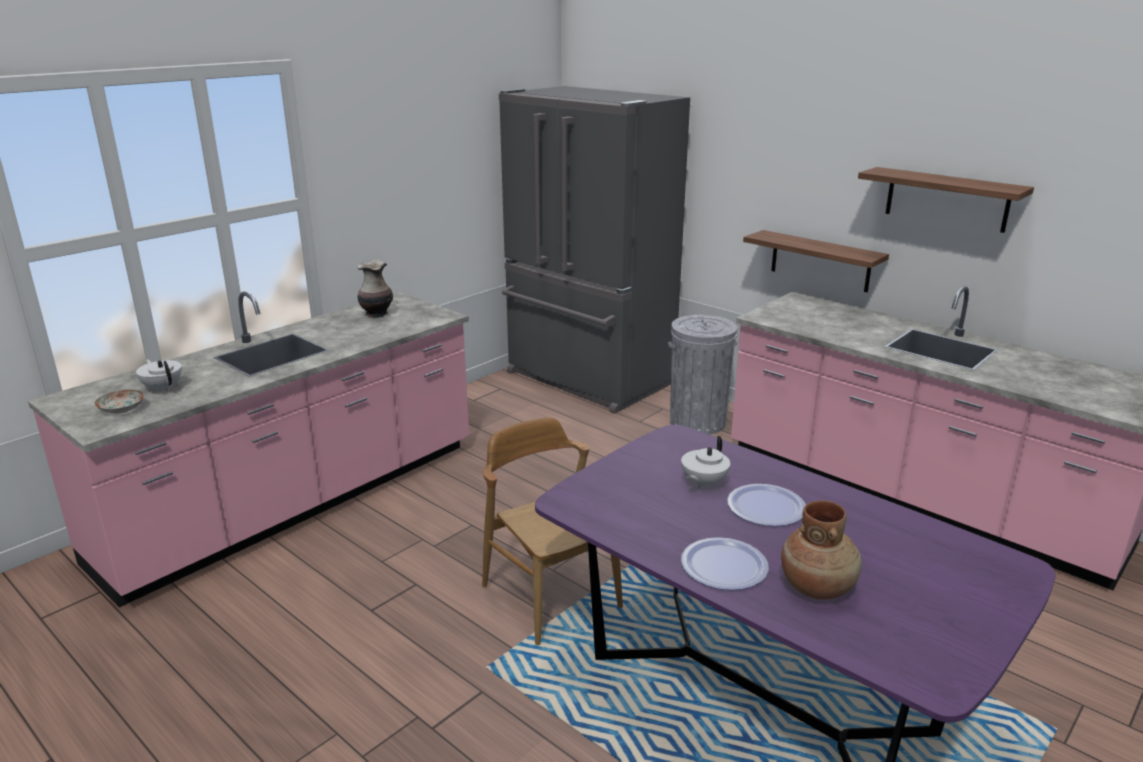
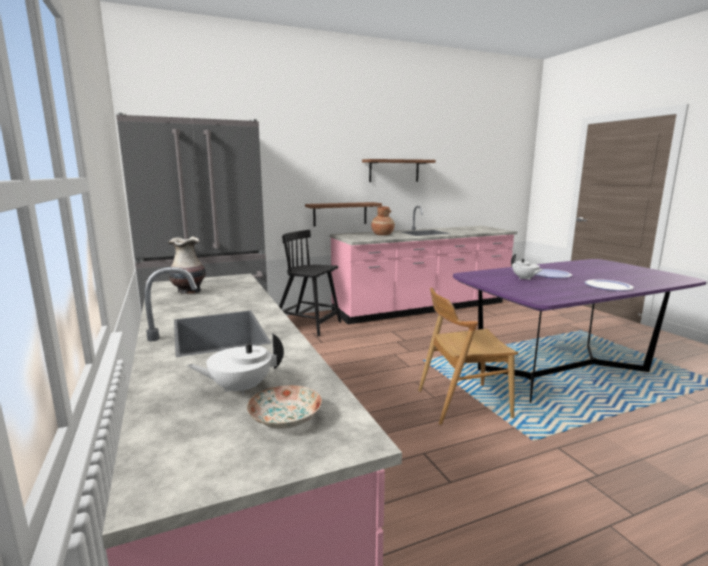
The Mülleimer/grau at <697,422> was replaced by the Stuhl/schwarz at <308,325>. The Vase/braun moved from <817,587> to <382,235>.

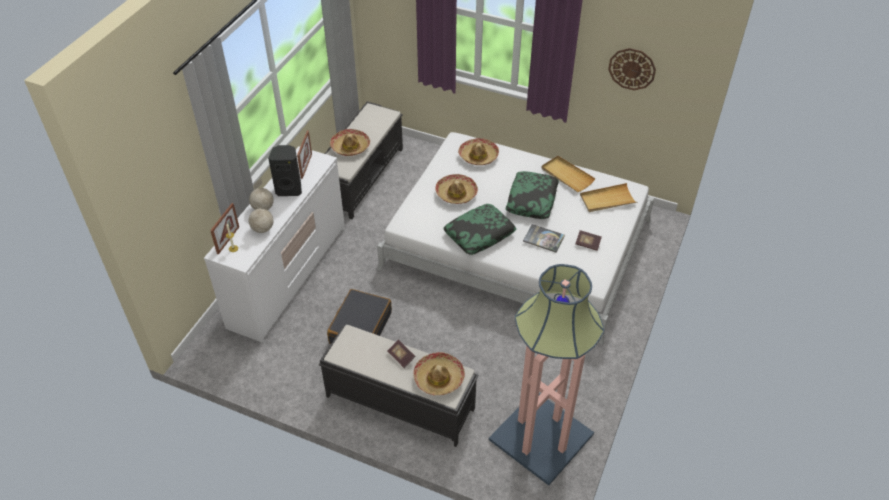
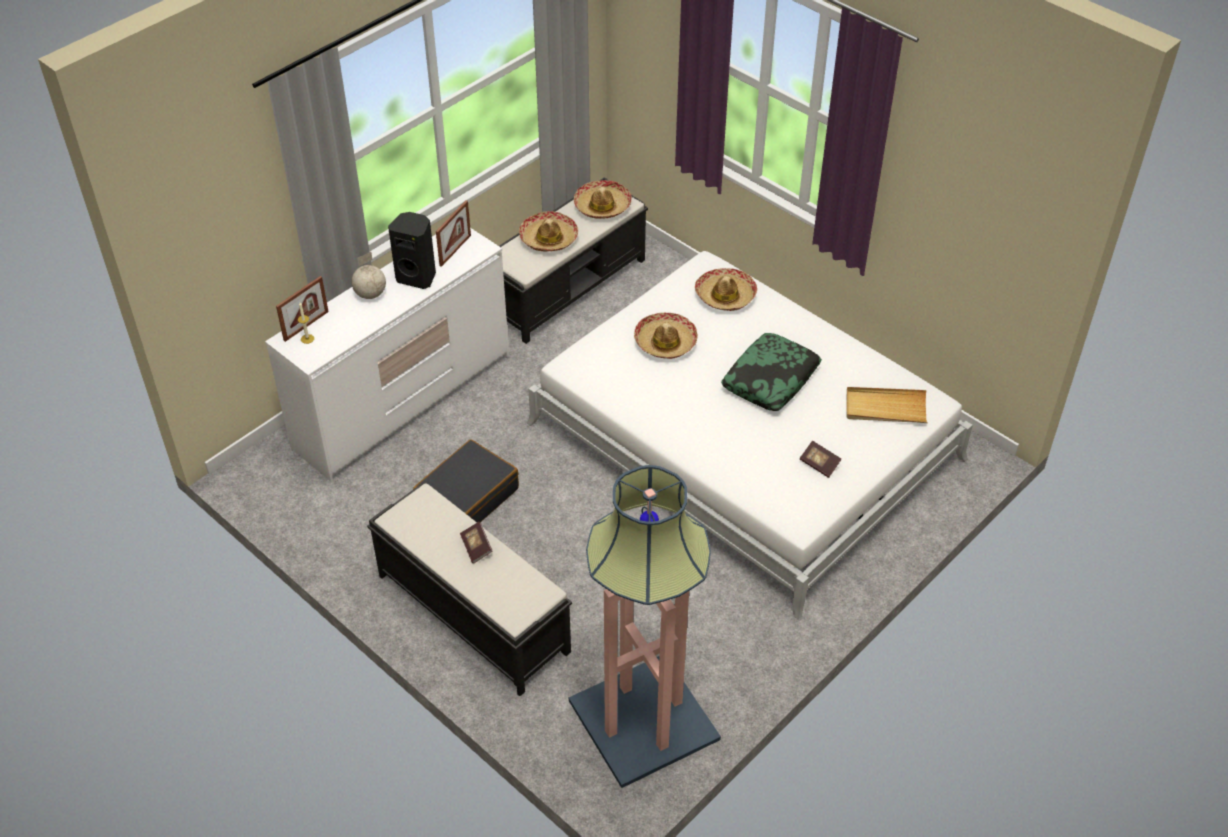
The Hut moved from <439,378> to <602,206>. The Globus at <262,229> disappeared. The Kissen at <479,234> disappeared. The Buch at <543,238> disappeared. The Tablett/beige at <567,175> disappeared. The Wanduhr at <632,69> disappeared.

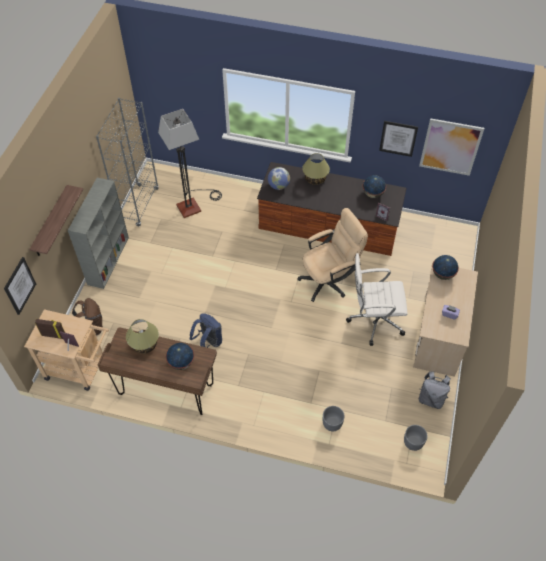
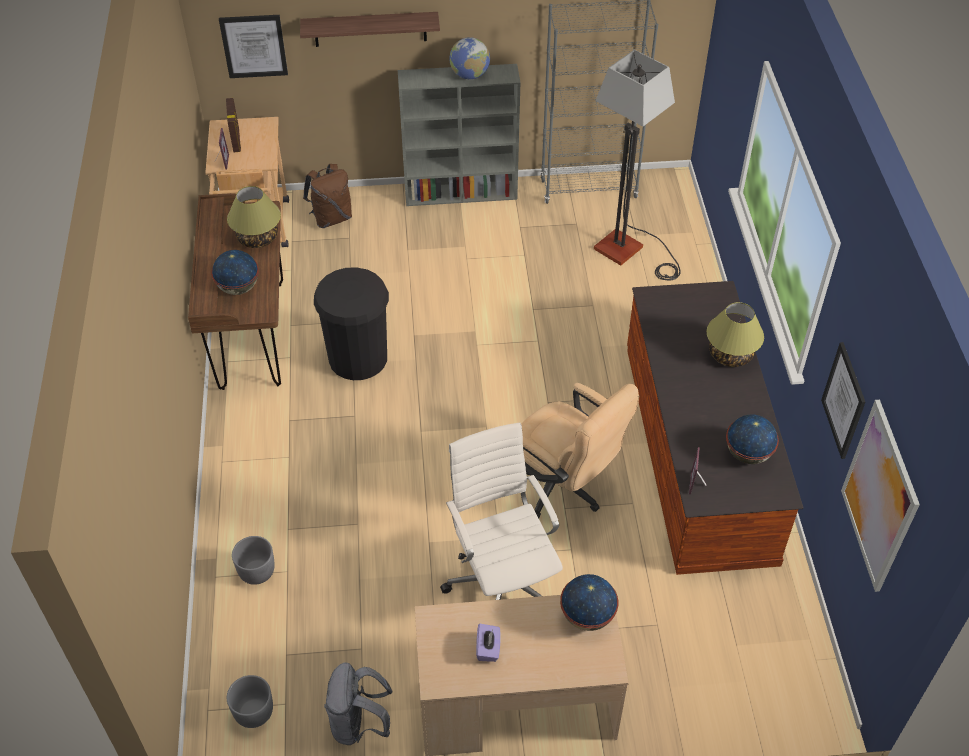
The Rucksack/blau at <208,342> was replaced by the Mülleimer/schwarz at <358,358>. The Globus moved from <278,186> to <470,75>.

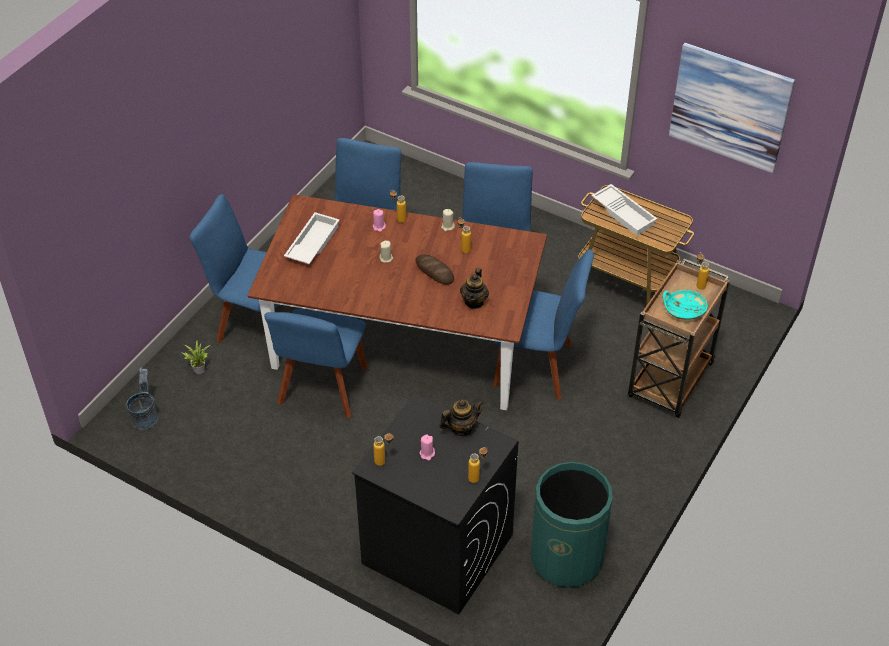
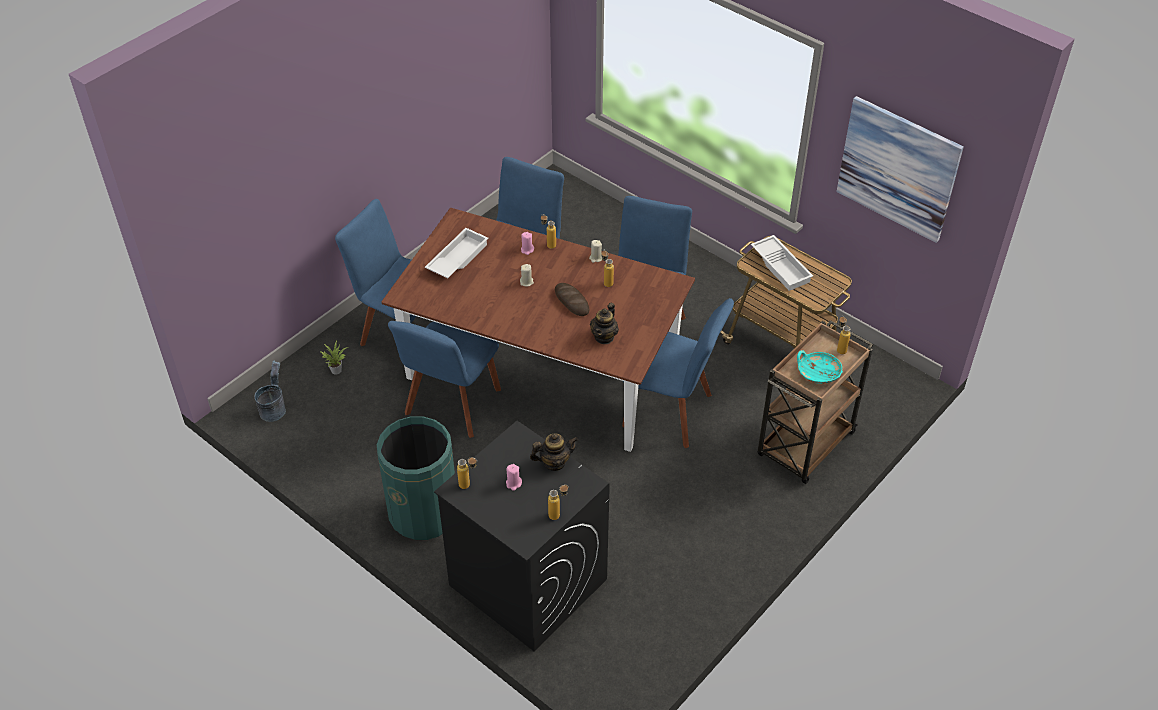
The Mülleimer/grün moved from <566,558> to <424,513>.

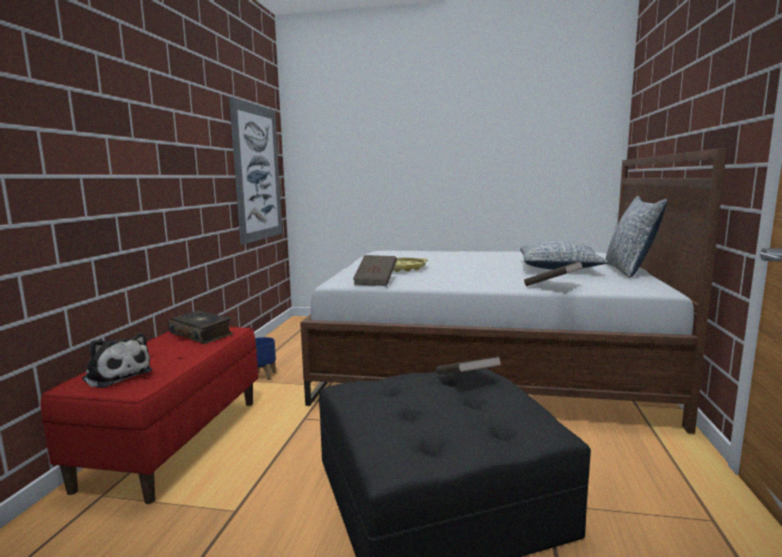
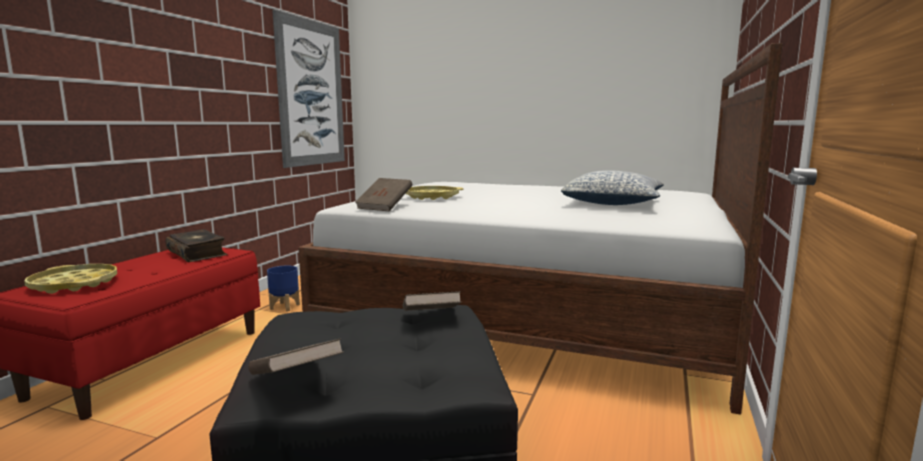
The Plüschtier at <116,375> was replaced by the Tablett/gelb at <74,284>. The Buch/braun moved from <552,286> to <295,380>. The Kissen at <630,271> disappeared.

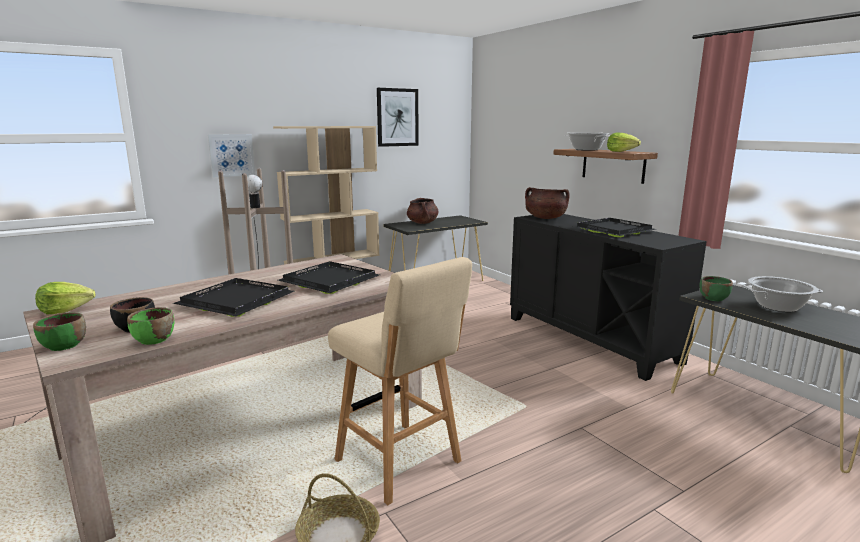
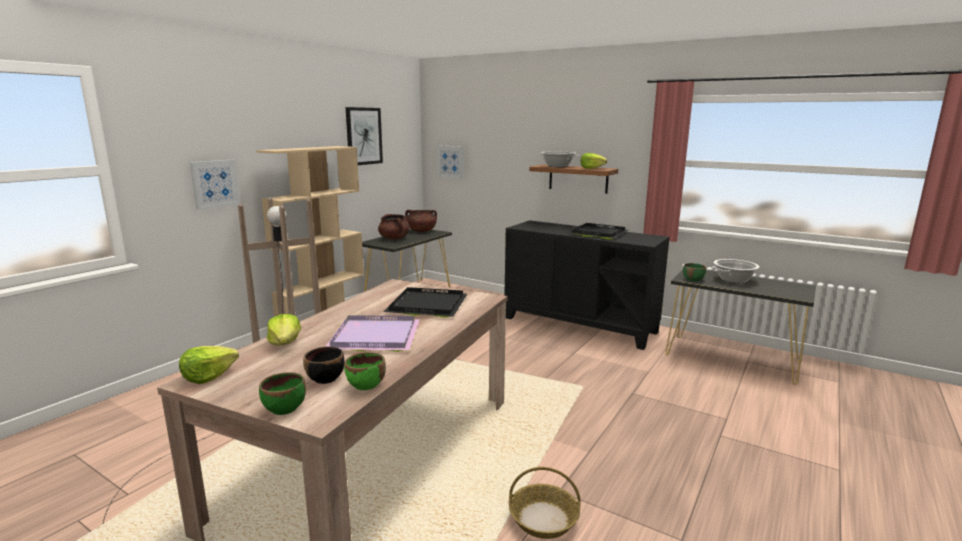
The Salatkopf at <285,343> appeared. The Tablett/schwarz at <236,300> became the Tablett/lila at <373,336>. The Kochtopf/braun moved from <545,218> to <421,231>. The Bild at <450,162> appeared. The Hocker/beige at <400,463> disappeared.

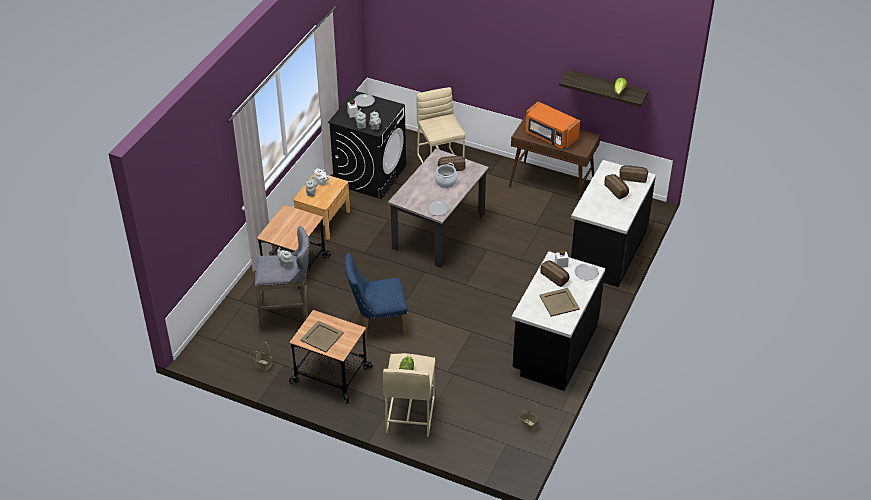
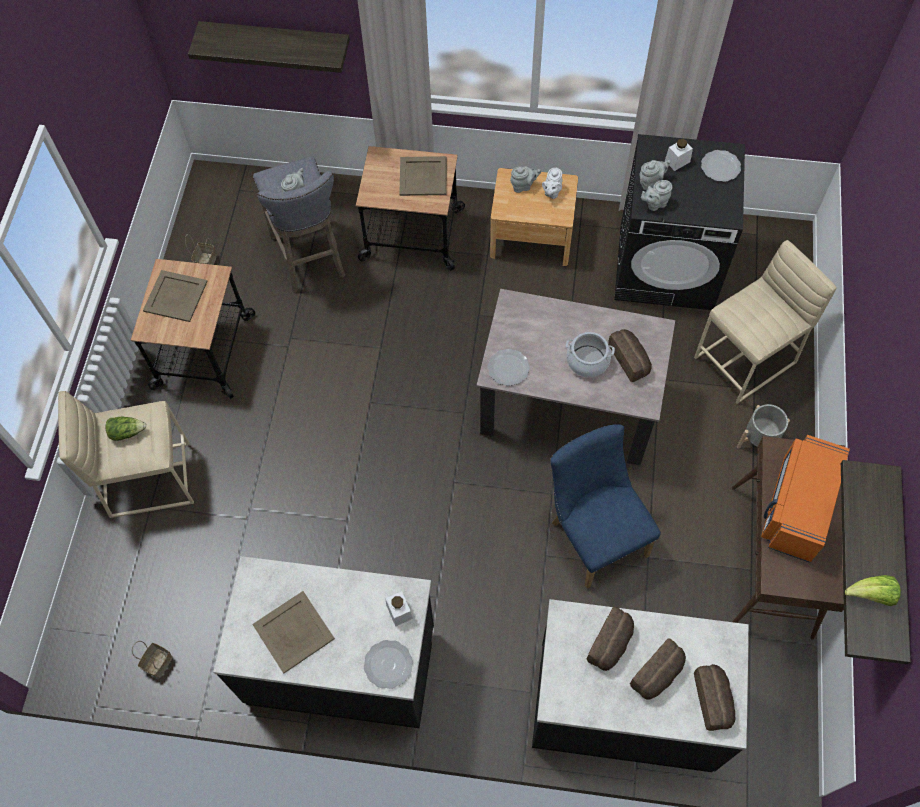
The Wandregal at <276,41> appeared. The Tablett/beige at <422,177> appeared. The Stuhl/blau moved from <377,323> to <594,533>. The Brot moved from <555,277> to <611,644>. The Pflanzkübel/grau at <758,441> appeared.

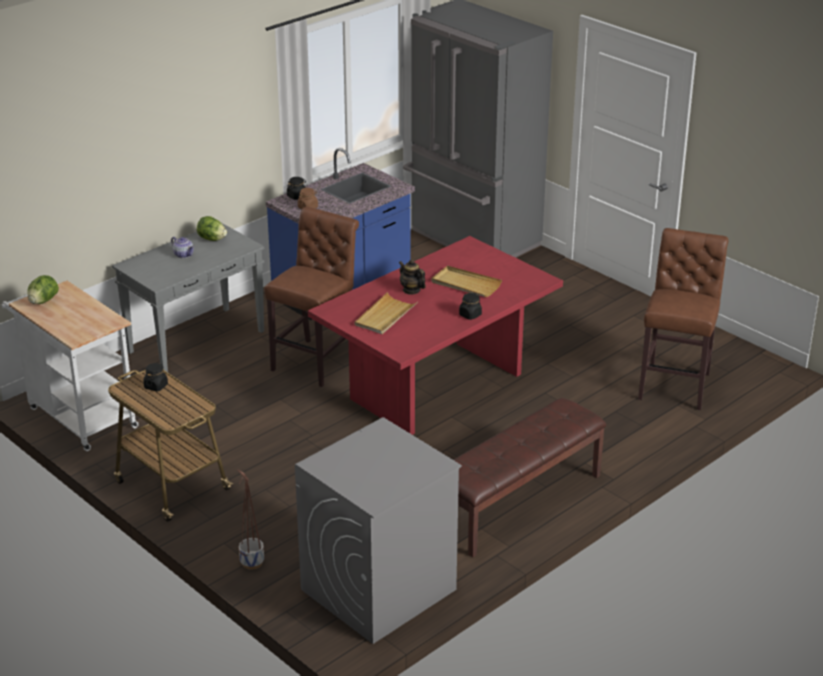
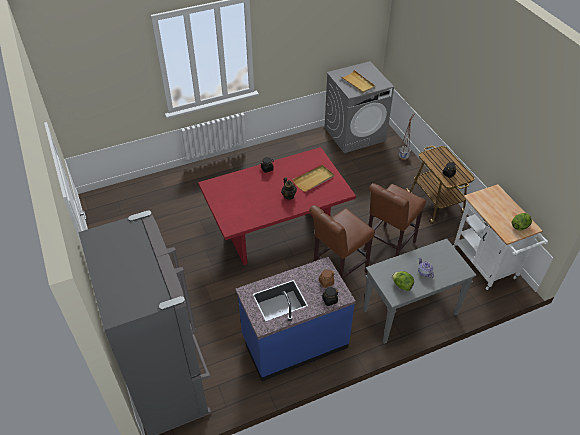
The Tablett/beige moved from <465,284> to <357,83>. The Hocker/braun moved from <675,384> to <387,247>. The Bank/braun at <518,503> disappeared.

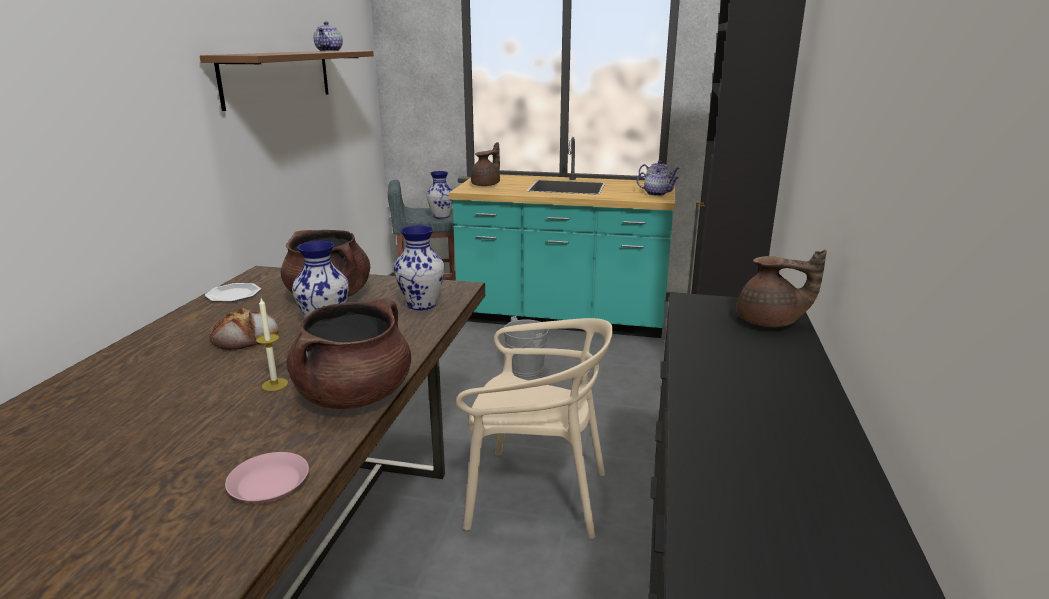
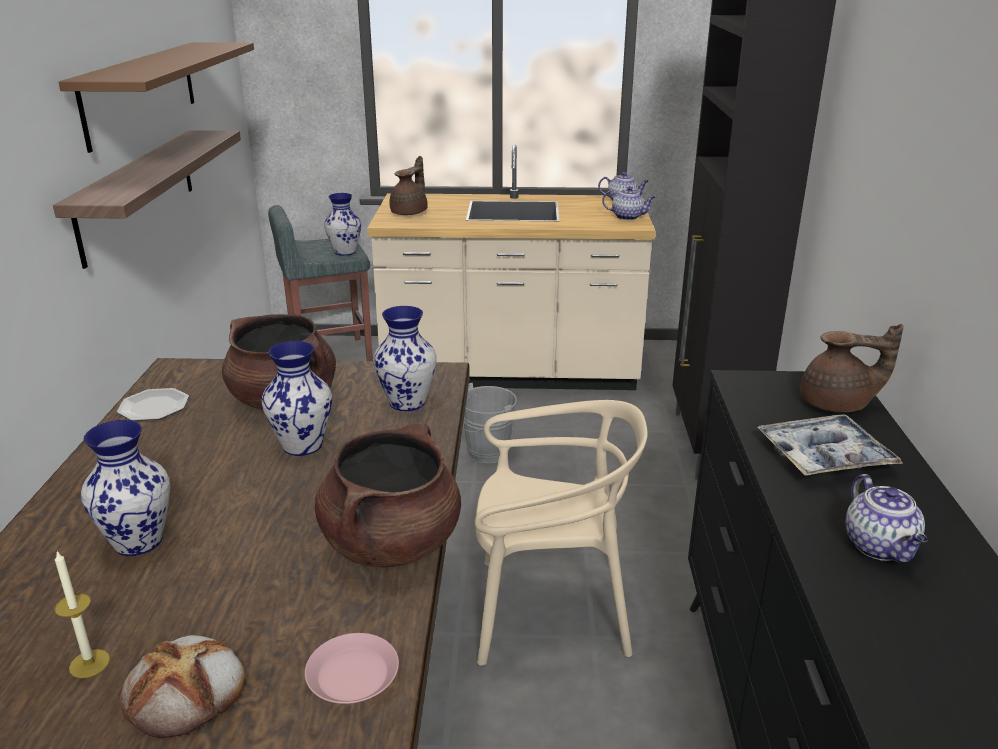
The Wandregal at <138,193> appeared. The Kerze moved from <275,384> to <89,663>. The Vase at <139,542> appeared. The Brot moved from <246,336> to <186,691>. The Küchenzeile/türkis at <562,318> became the Küchenzeile/beige at <510,373>. The Tablett at <824,456> appeared. The Teekanne moved from <329,51> to <880,547>.

